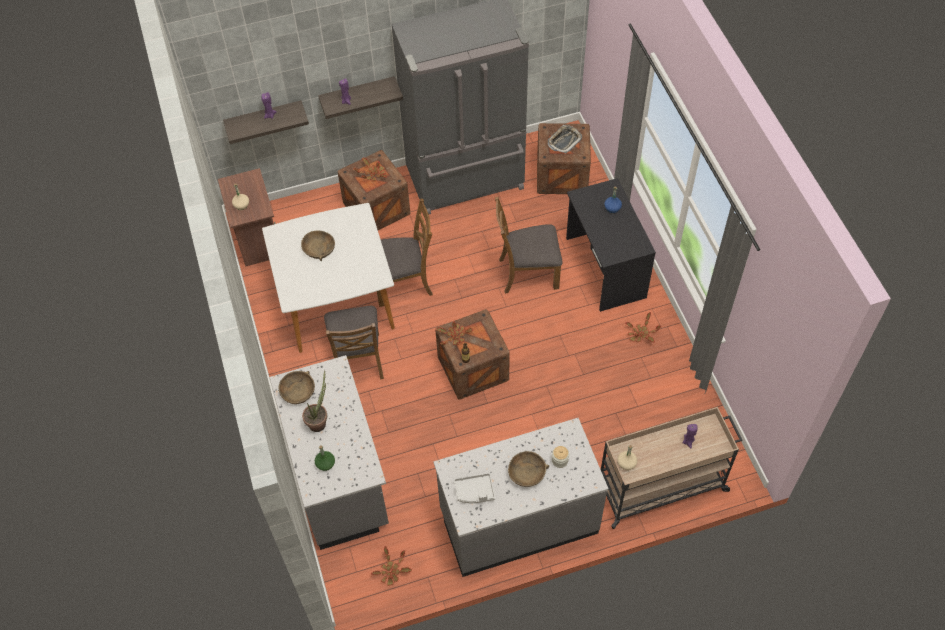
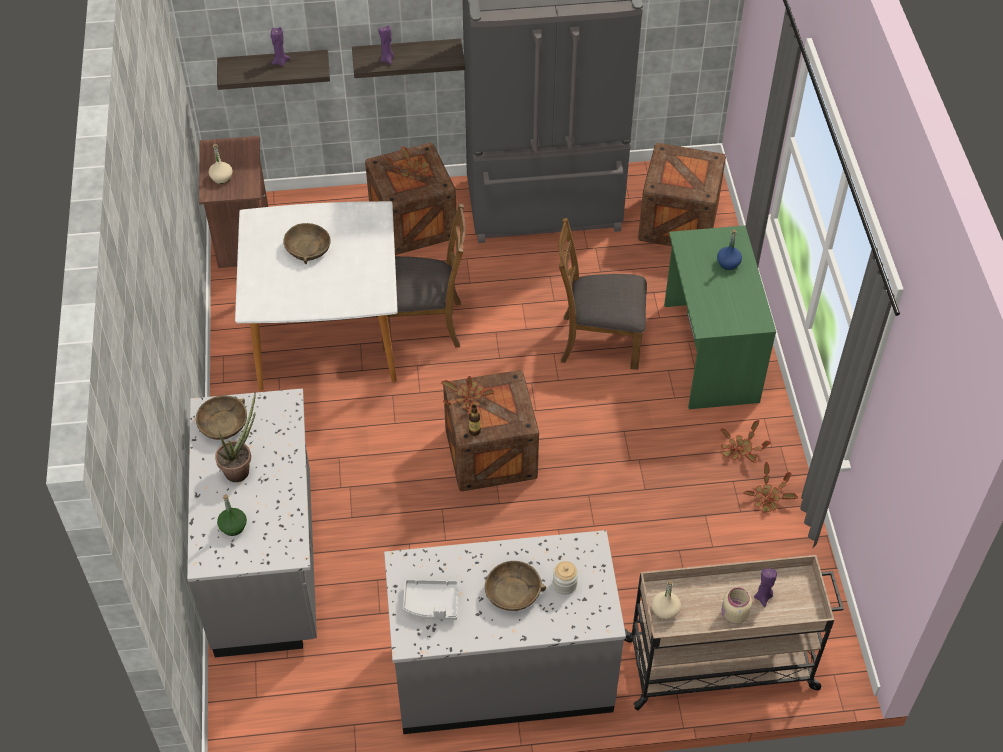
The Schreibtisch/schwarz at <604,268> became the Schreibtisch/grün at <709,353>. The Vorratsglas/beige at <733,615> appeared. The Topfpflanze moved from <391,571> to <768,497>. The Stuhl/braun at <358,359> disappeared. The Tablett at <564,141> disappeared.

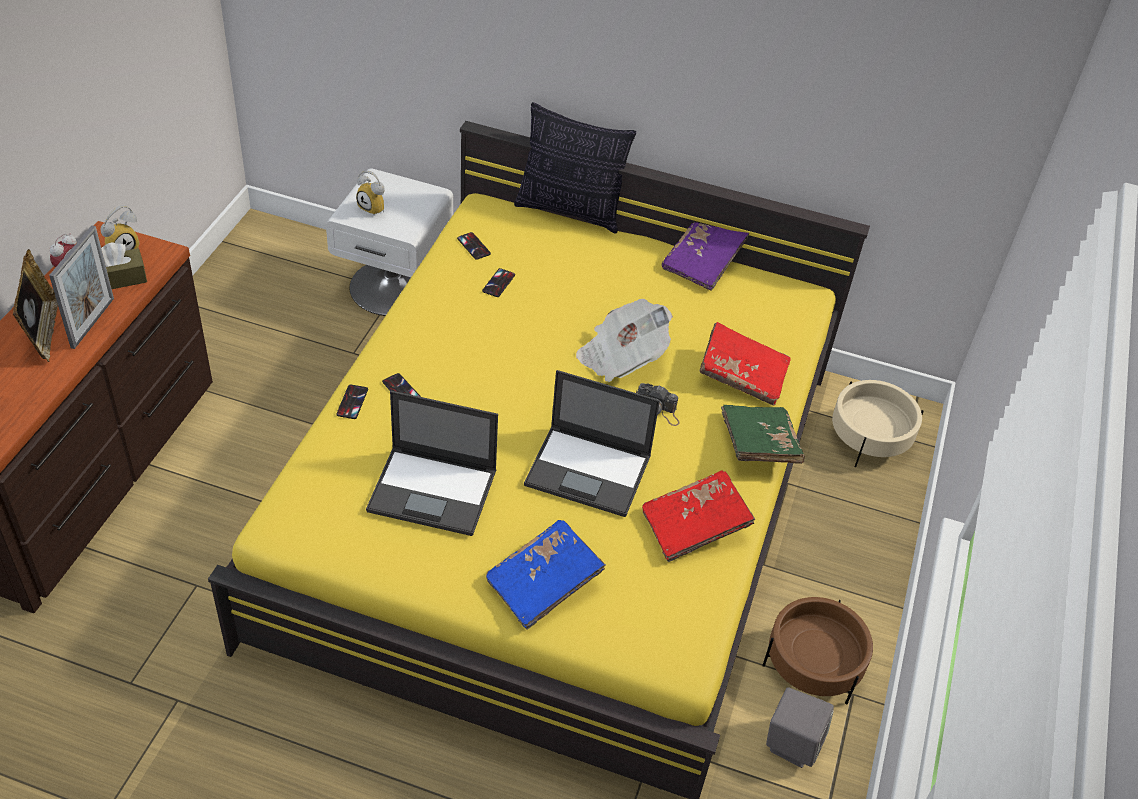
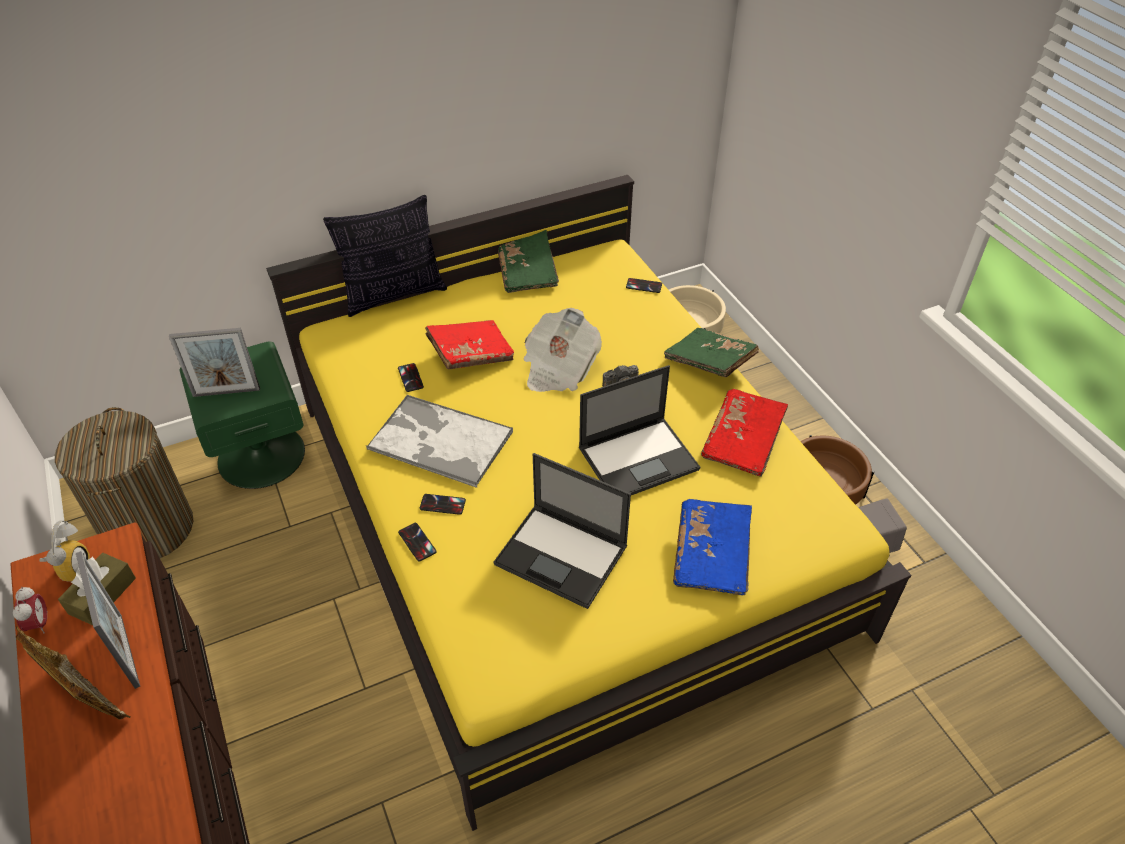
The Wäschekorb at <149,529> appeared. The Wecker at <375,208> was replaced by the Bilderrahmen at <226,392>. The Nachttisch/weiß at <393,286> became the Nachttisch/grün at <261,454>. The Tablett at <439,441> appeared. The Buch/rot moved from <742,375> to <471,354>. The Laptop at <434,491> turned 60 degrees clockwise. The Buch/lila at <704,261> became the Buch/grün at <527,271>. The Handy moved from <474,246> to <644,286>.

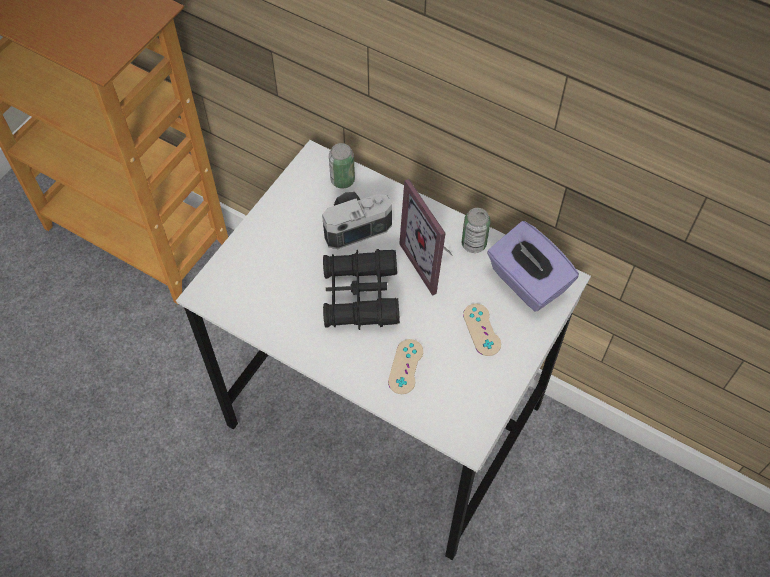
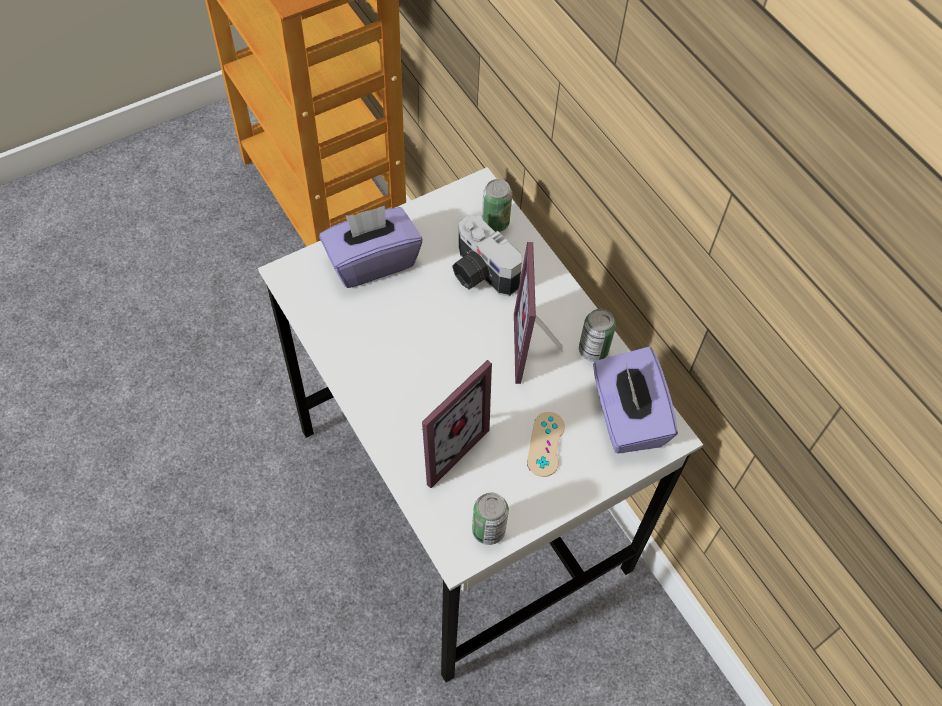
The Taschentuchbox/lila at <372,261> appeared. The Gamepad/beige at <405,366> was replaced by the Bilderrahmen at <442,443>. The Kamera at <354,224> turned 135 degrees counterclockwise. The Dose at <488,530> appeared. The Fernglas/schwarz at <360,296> disappeared.

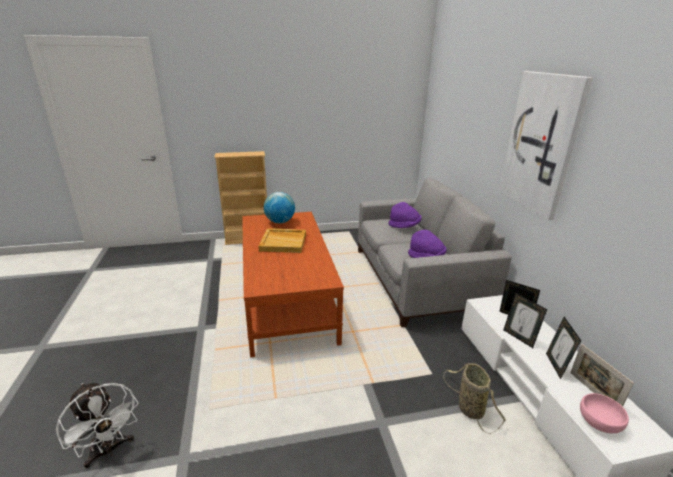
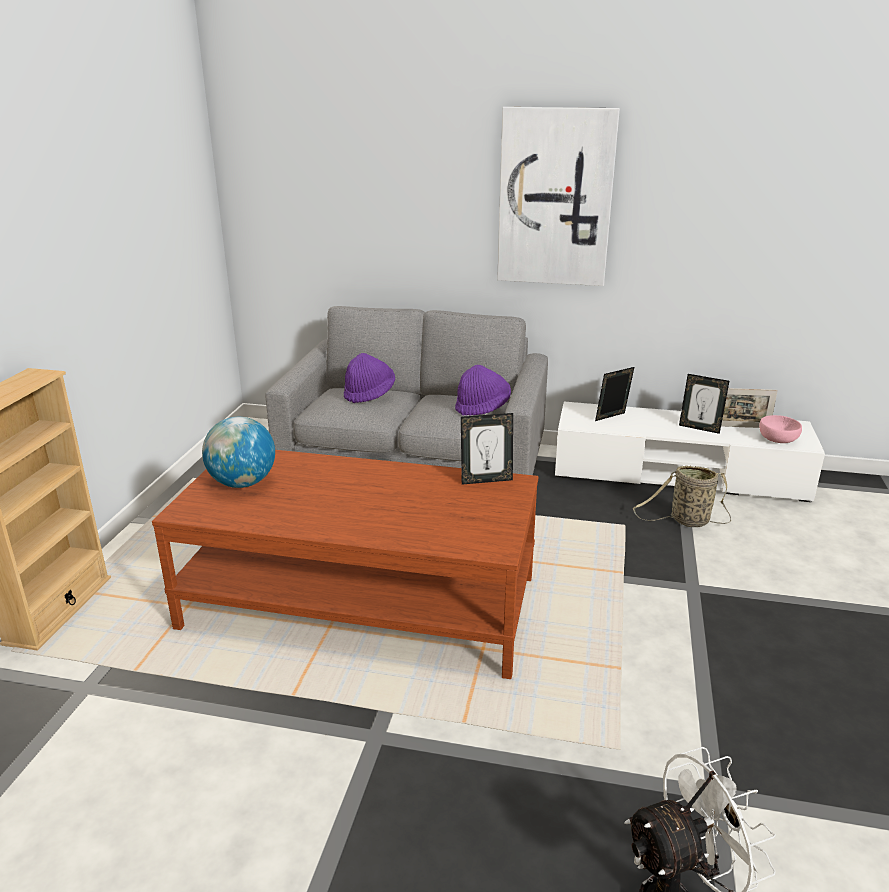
The Bilderrahmen moved from <519,338> to <486,480>. The Tablett/beige at <284,242> disappeared.

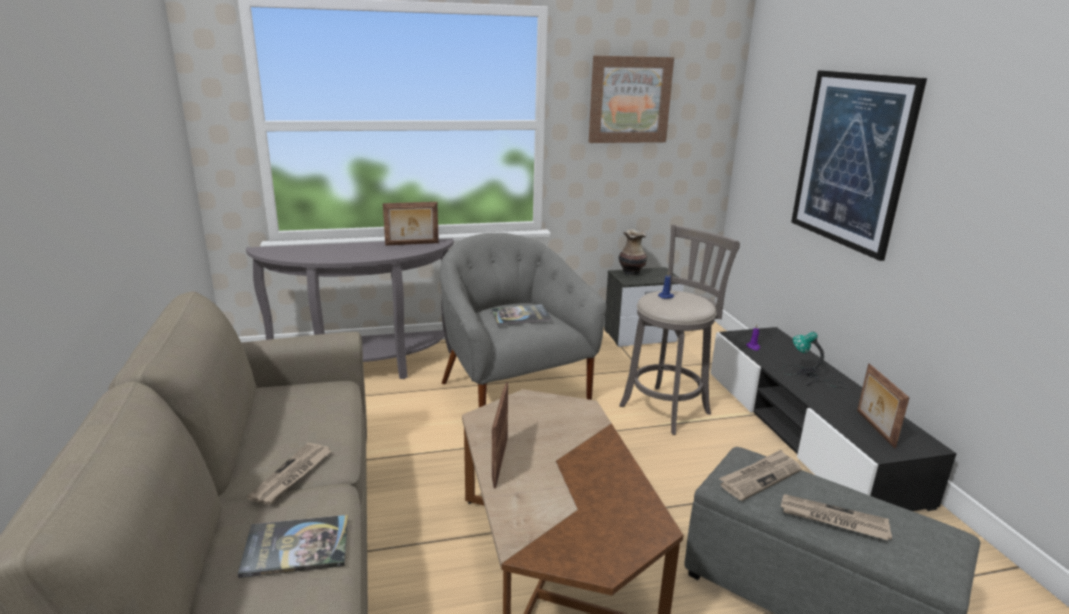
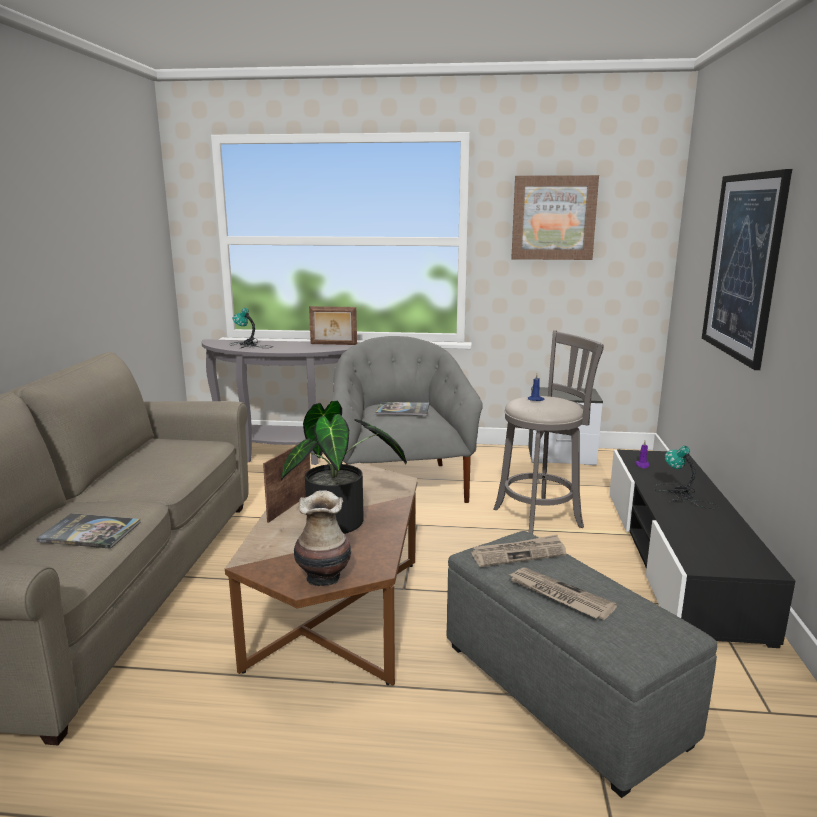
The Tischlampe at <249,345> appeared. The Topfpflanze at <342,524> appeared. The Vase moved from <631,272> to <324,577>. The Zeitung at <292,475> disappeared. The Bilderrahmen at <874,428> disappeared.

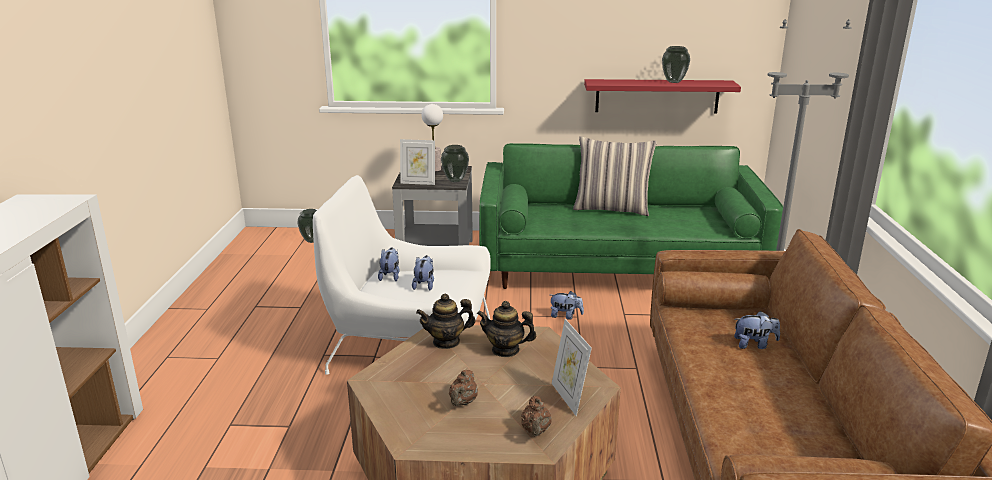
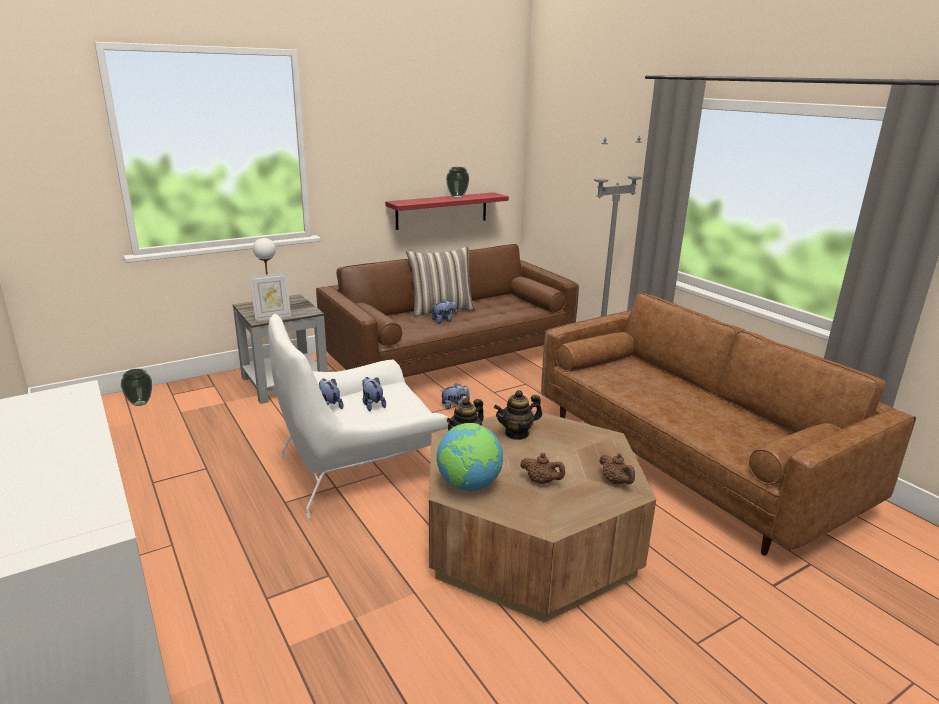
The Sofa/grün at <617,267> became the Sofa/braun at <449,358>. The Plüschtier moved from <754,345> to <444,321>. The Globus at <469,486> appeared. The Teekanne/braun at <463,402> turned 45 degrees counterclockwise. The Vase at <454,180> disappeared. The Bilderrahmen at <569,398> disappeared.

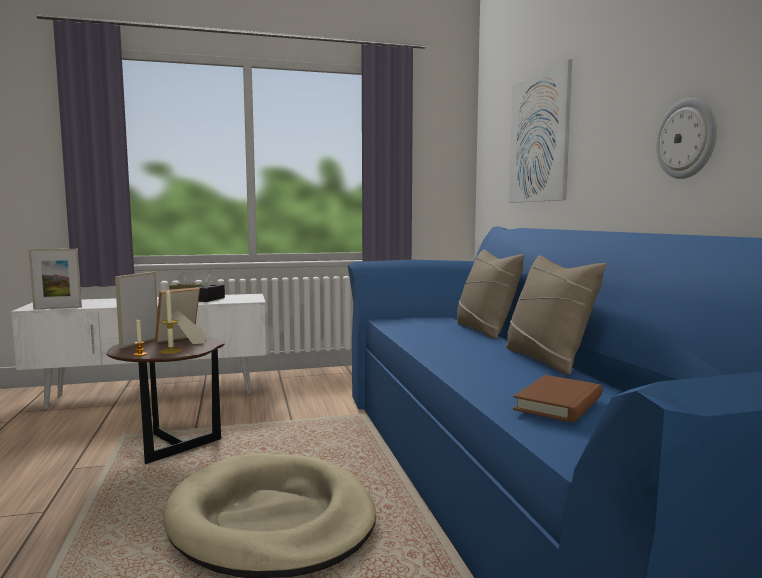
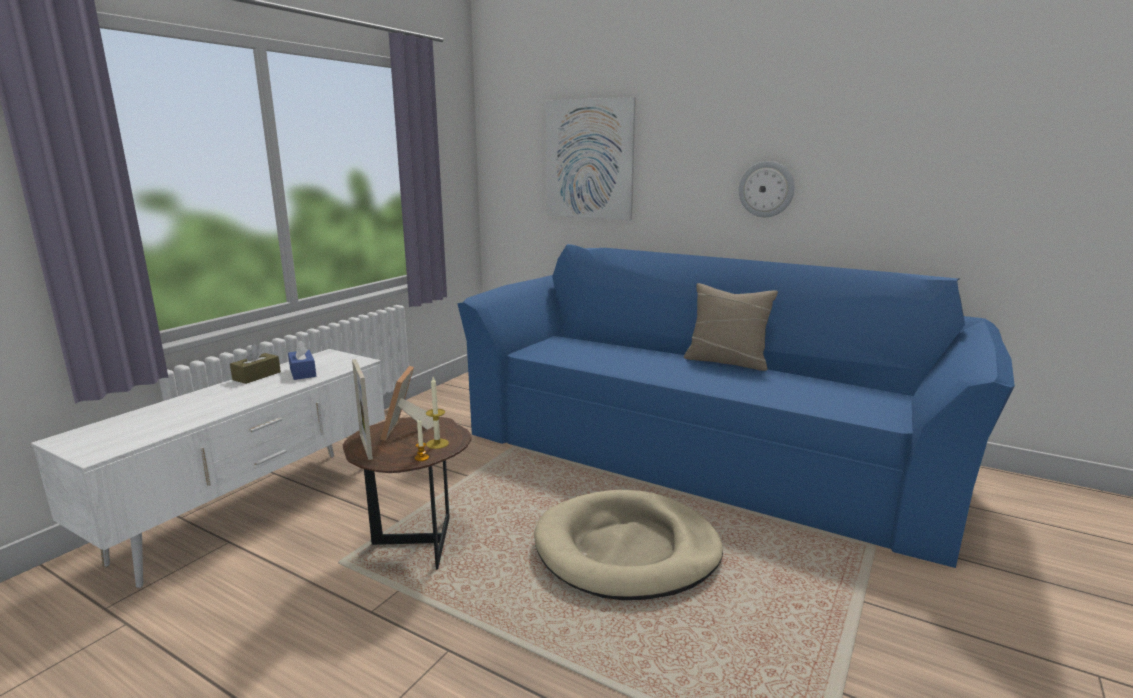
The Taschentuchbox/schwarz at <209,299> became the Taschentuchbox/blau at <303,372>. The Bilderrahmen at <57,308> disappeared. The Kissen/beige at <485,330> disappeared. The Buch/braun at <559,403> disappeared.

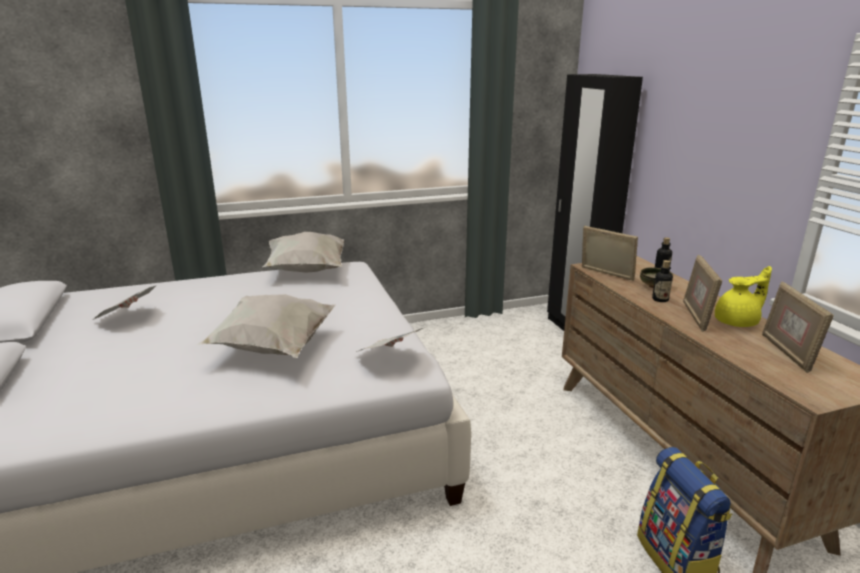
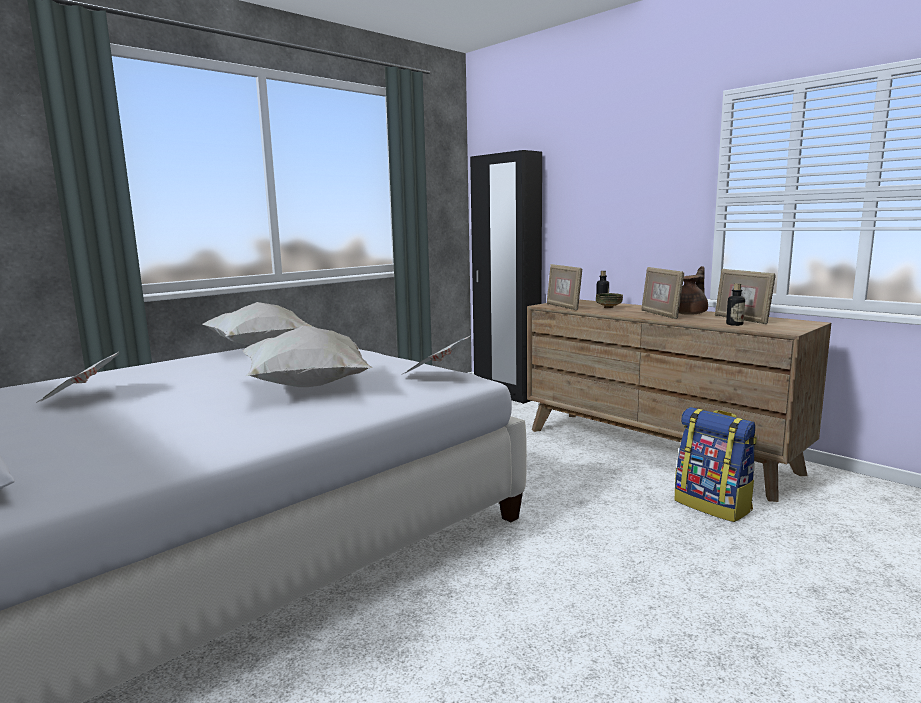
The Bilderrahmen at <605,274> turned 135 degrees counterclockwise. The Teekanne/gelb at <738,322> became the Teekanne/braun at <690,313>. The Flasche moved from <660,299> to <734,324>.

